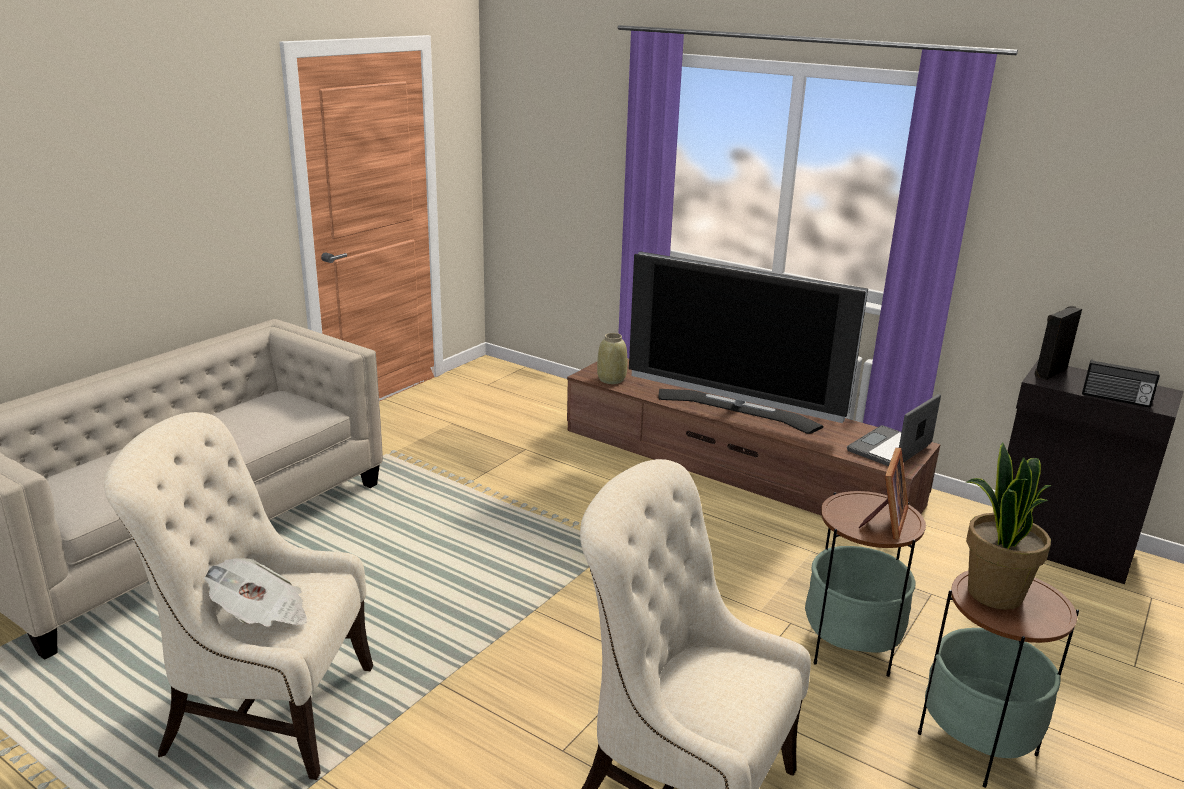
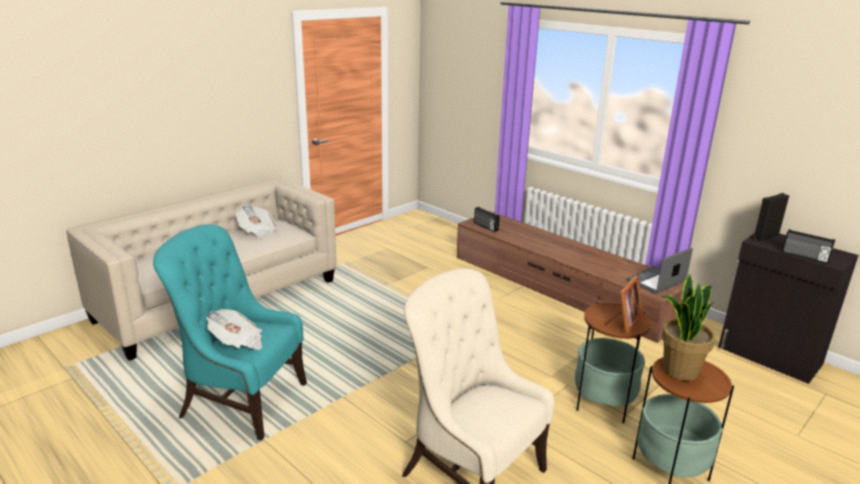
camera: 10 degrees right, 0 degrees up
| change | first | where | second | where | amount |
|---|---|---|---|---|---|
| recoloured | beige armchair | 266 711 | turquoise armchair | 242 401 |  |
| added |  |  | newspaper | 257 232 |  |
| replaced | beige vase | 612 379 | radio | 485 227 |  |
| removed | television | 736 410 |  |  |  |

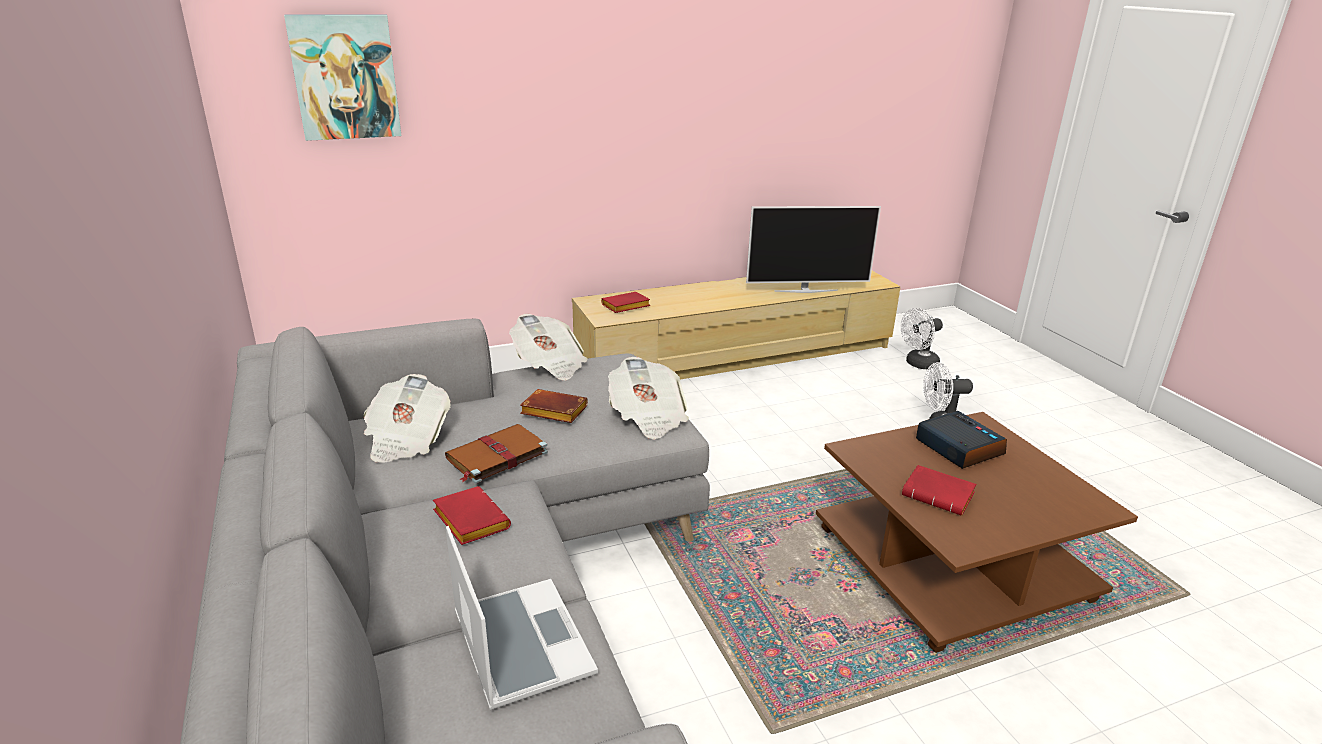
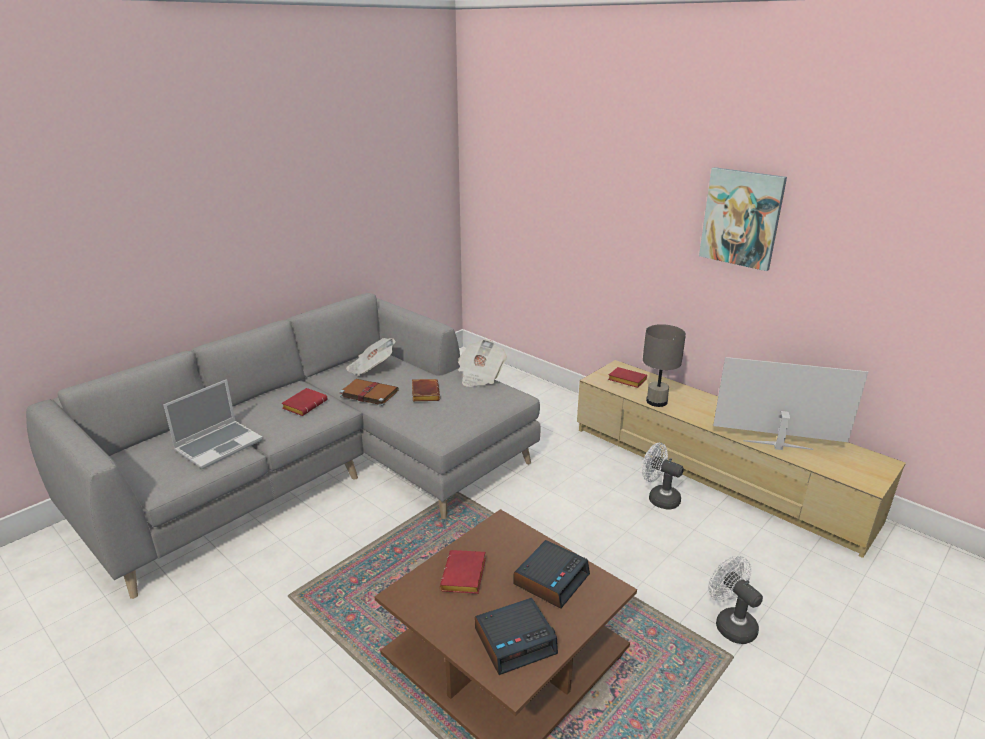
camera: 65 degrees right, 0 degrees up
| change | first | where | second | where | amount |
|---|---|---|---|---|---|
| added |  |  | alarm clock | 515 640 |  |
| moved | white fan | 918 364 |  | 659 498 |  |
| added |  |  | grey table lamp | 656 401 |  |
| moved | picture | 345 77 |  | 741 218 |  |
| turned | television | 805 290 |  | 777 446 | 135 degrees clockwise |
| removed | newspaper | 648 417 |  |  |  |

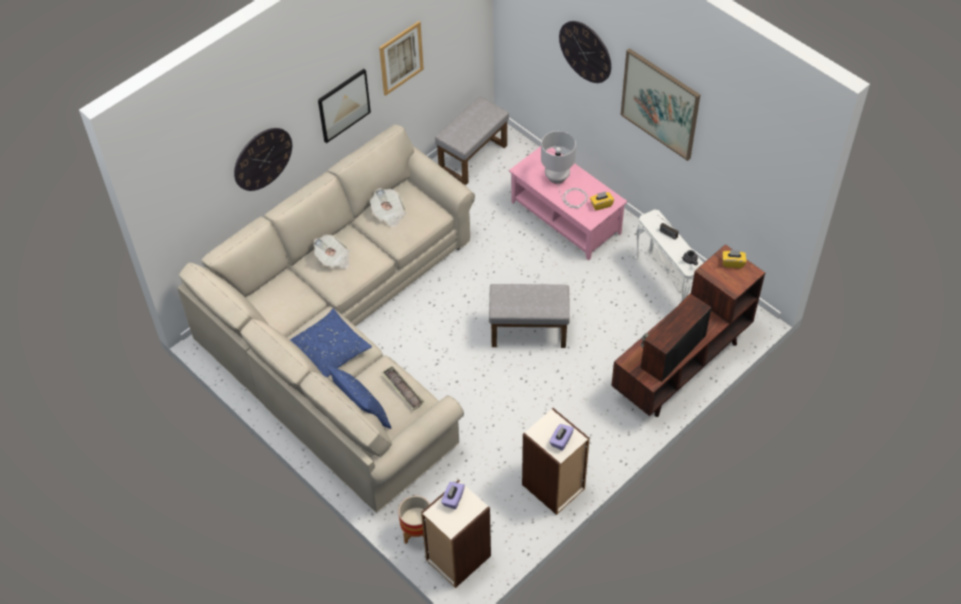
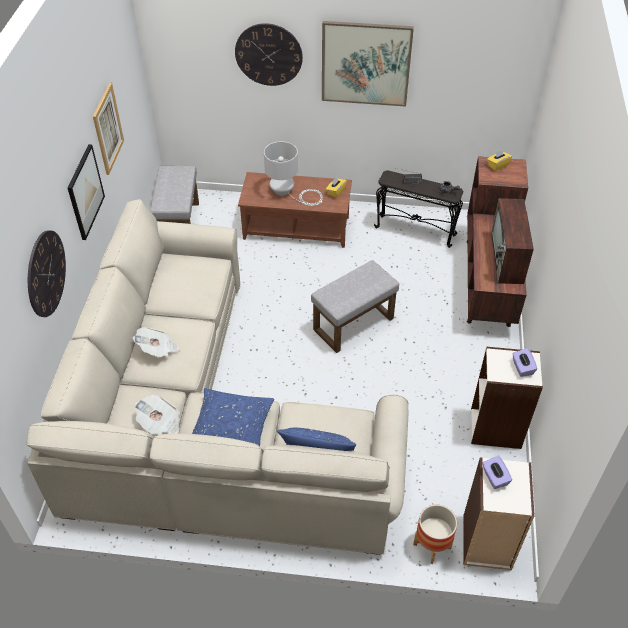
camera: 40 degrees left, 5 degrees down
| change | first | where | second | where | amount |
|---|---|---|---|---|---|
| moved | newspaper | 389 214 |  | 160 423 |  |
| recoloured | pink coffee table | 565 218 | brown coffee table | 296 228 |  |
| recoloured | white side table | 666 282 | black side table | 415 231 |  |
| removed | tray | 403 390 |  |  |  |

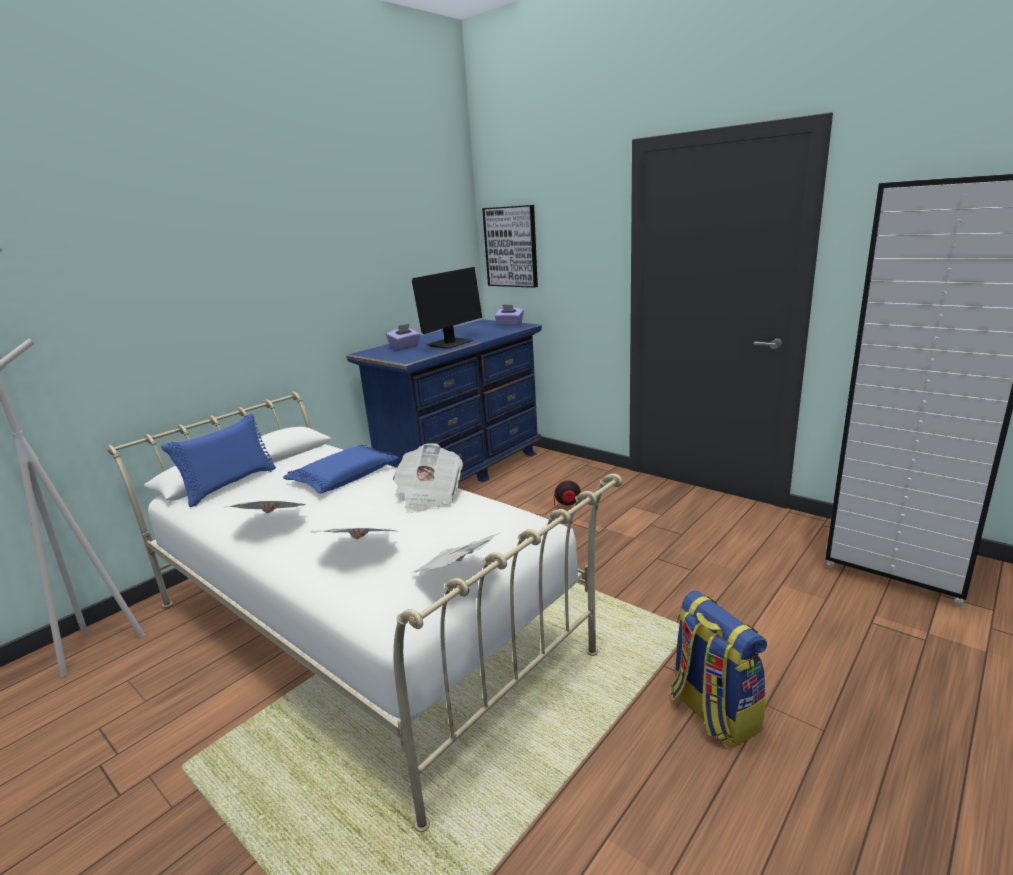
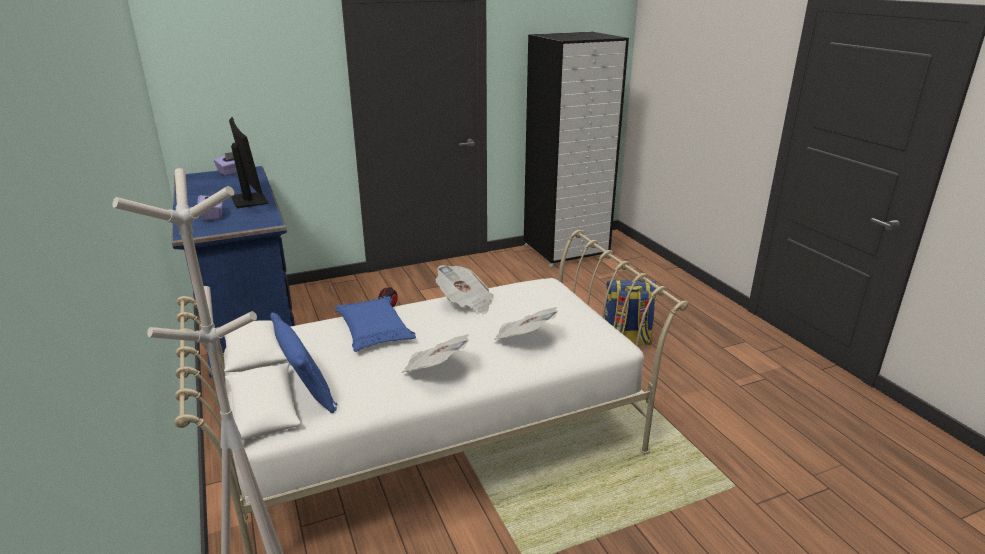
camera: 65 degrees left, 5 degrees up
| change | first | where | second | where | amount |
|---|---|---|---|---|---|
| removed | newspaper | 457 574 |  |  |  |
| removed | picture | 511 247 |  |  |  |

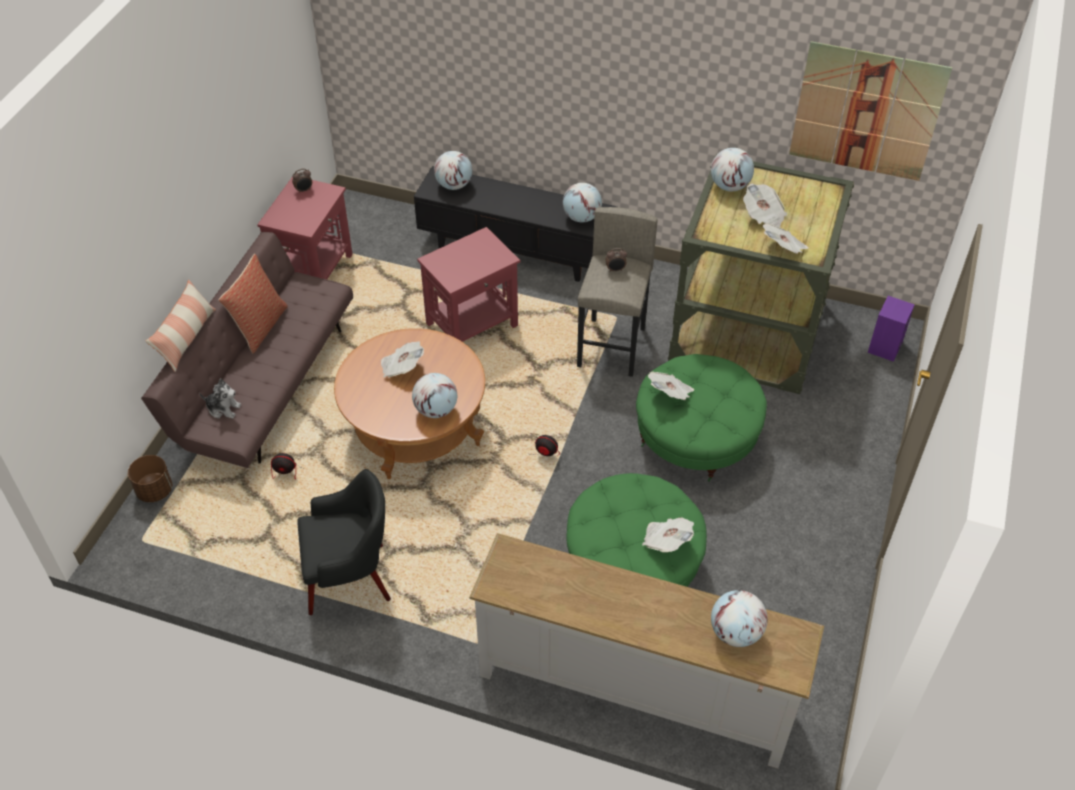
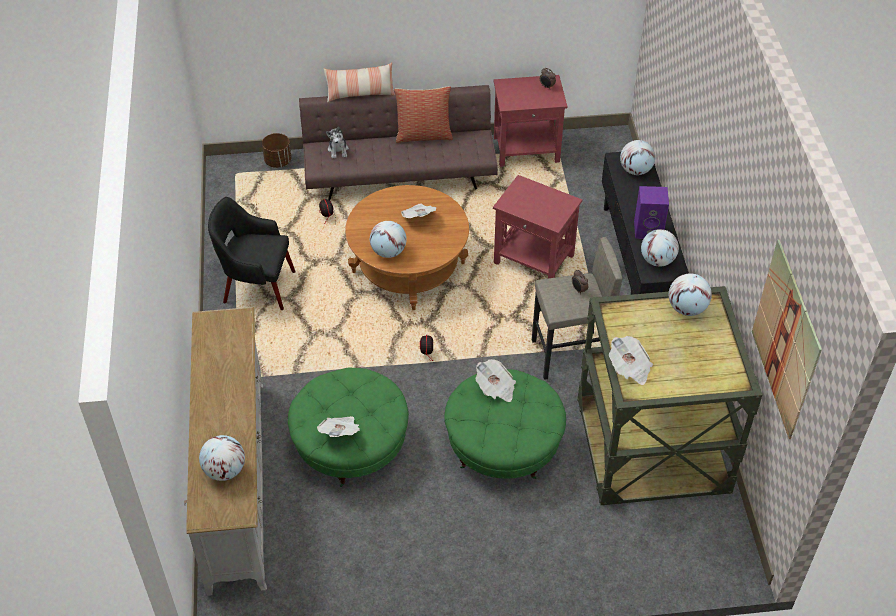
camera: 65 degrees right, 0 degrees up
| change | first | where | second | where | amount |
|---|---|---|---|---|---|
| turned | black armchair | 350 578 |  | 257 287 | 135 degrees clockwise |
| moved | purple speaker | 884 346 |  | 649 229 |  |
| removed | newspaper | 763 216 |  |  |  |

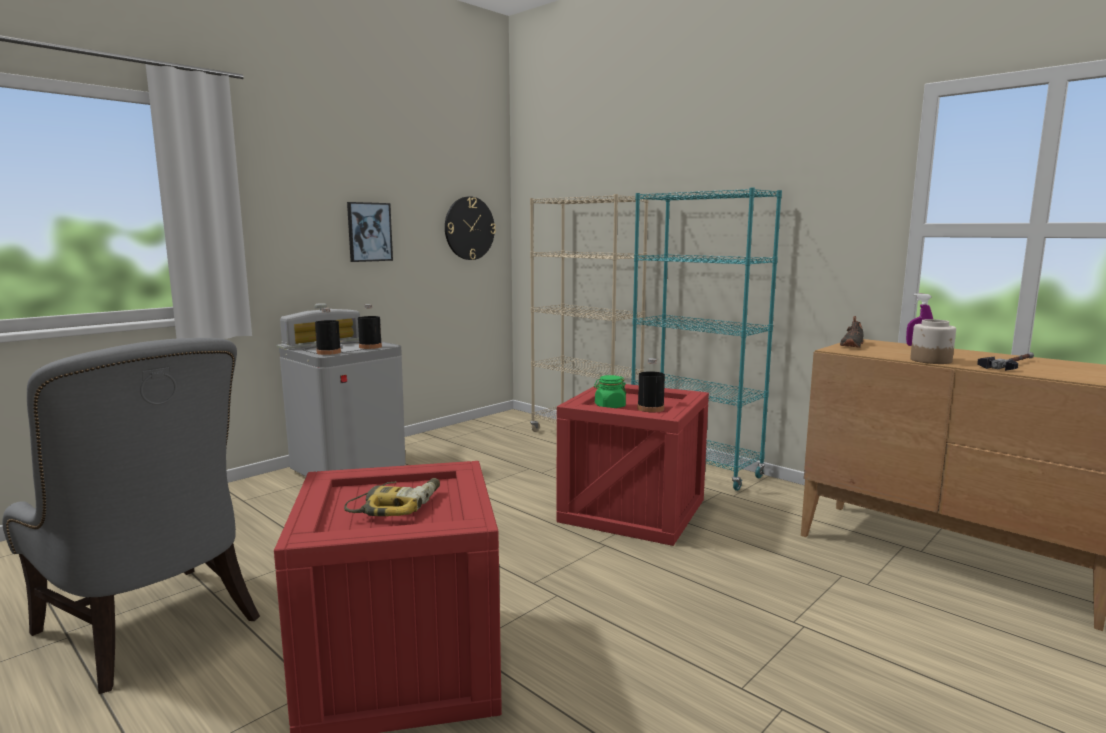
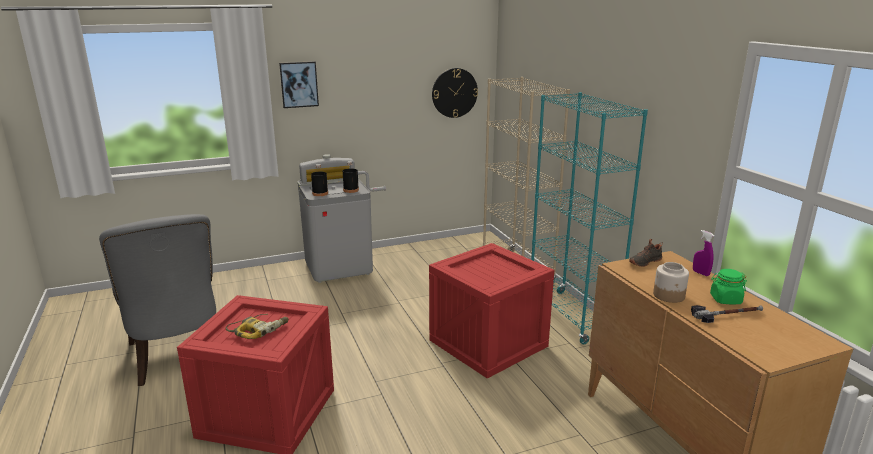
camera: 25 degrees right, 10 degrees up
| change | first | where | second | where | amount |
|---|---|---|---|---|---|
| moved | picture | 369 232 |  | 299 84 |  |
| moved | green jar | 609 406 |  | 725 299 |  |
| removed | black bottle | 650 408 |  |  |  |

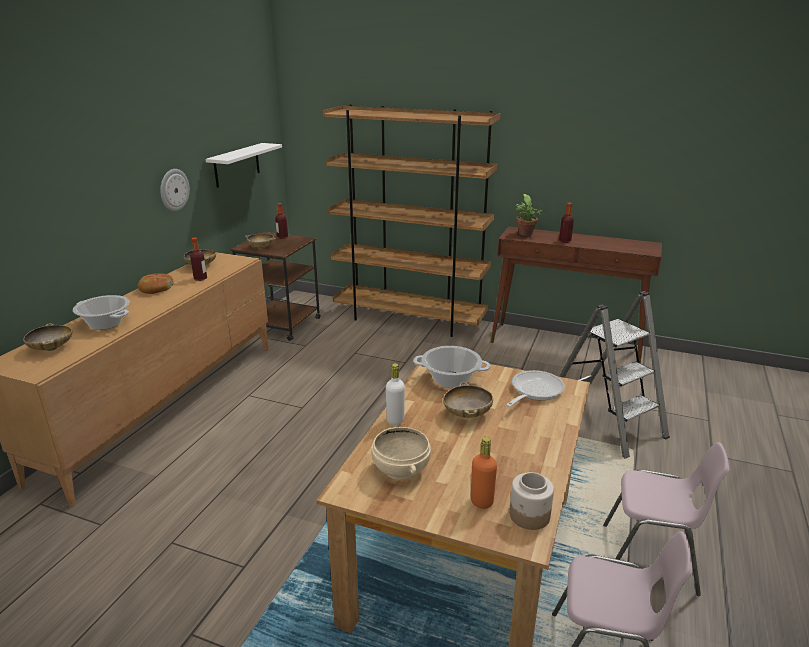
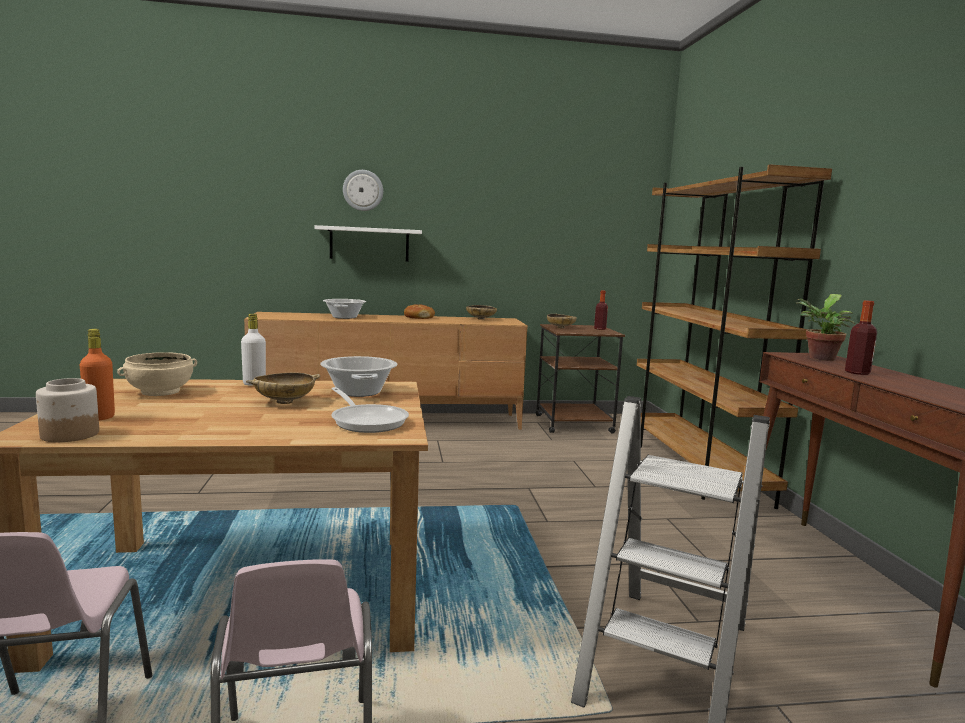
camera: 60 degrees right, 15 degrees down
| change | first | where | second | where | amount |
|---|---|---|---|---|---|
| moved | white shelf | 237 165 |  | 369 244 |  |
| turned | frying pan | 534 391 |  | 367 421 | 45 degrees clockwise |
| moved | wall clock | 174 189 |  | 363 190 |  |
| removed | beige bowl | 52 348 |  |  |  |
| removed | bottle | 200 278 |  |  |  |

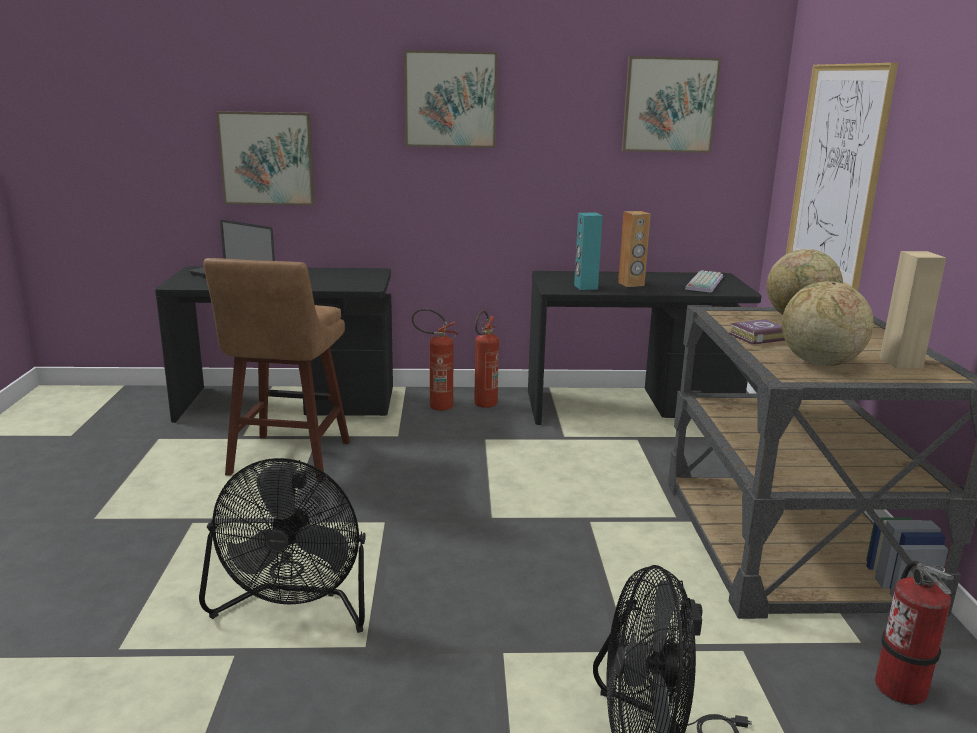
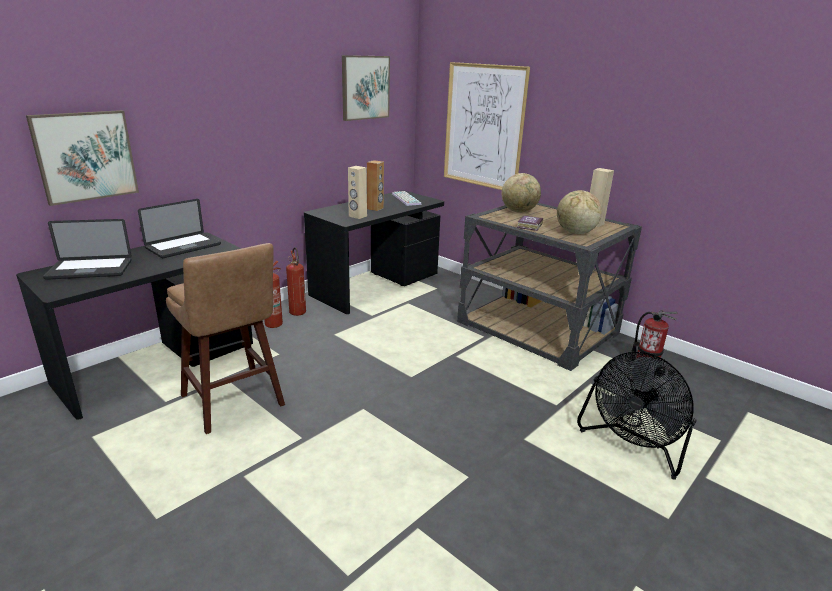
camera: 45 degrees left, 5 degrees up
| change | first | where | second | where | amount |
|---|---|---|---|---|---|
| added |  |  | laptop | 183 246 |  |
| recoloured | turquoise speaker | 585 287 | beige speaker | 357 216 |  |
| removed | black fan | 291 604 |  |  |  |
| removed | picture | 450 99 |  |  |  |

